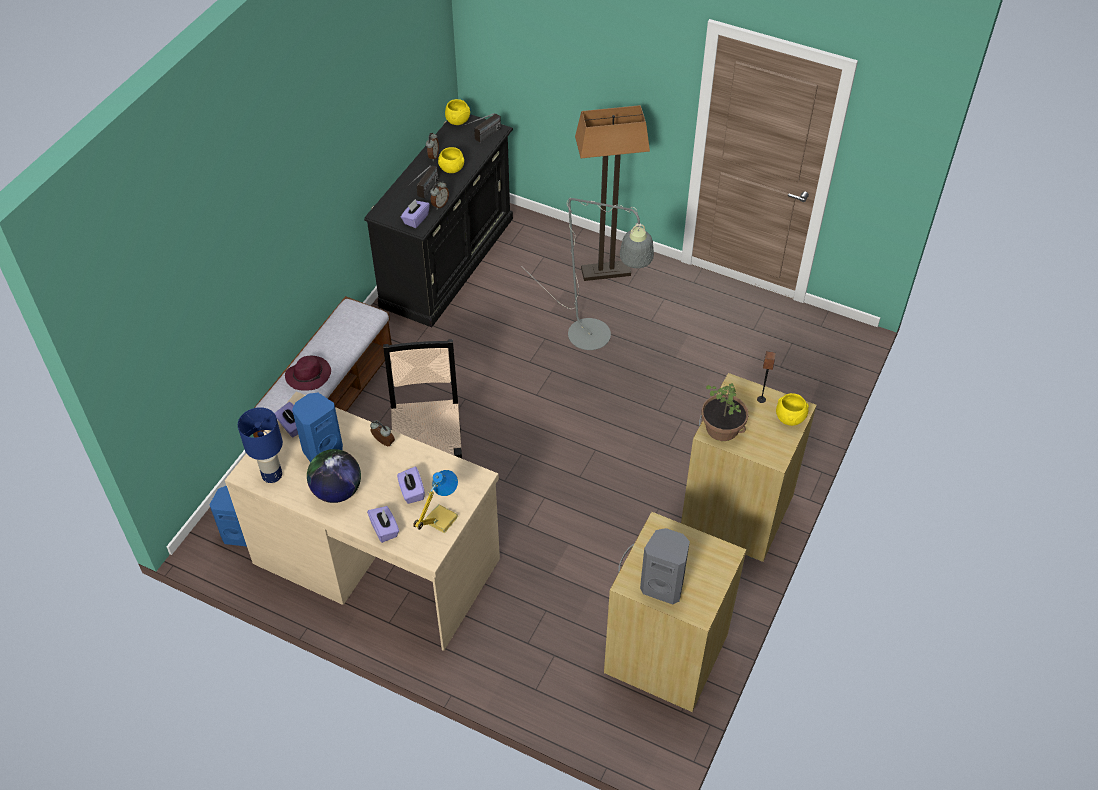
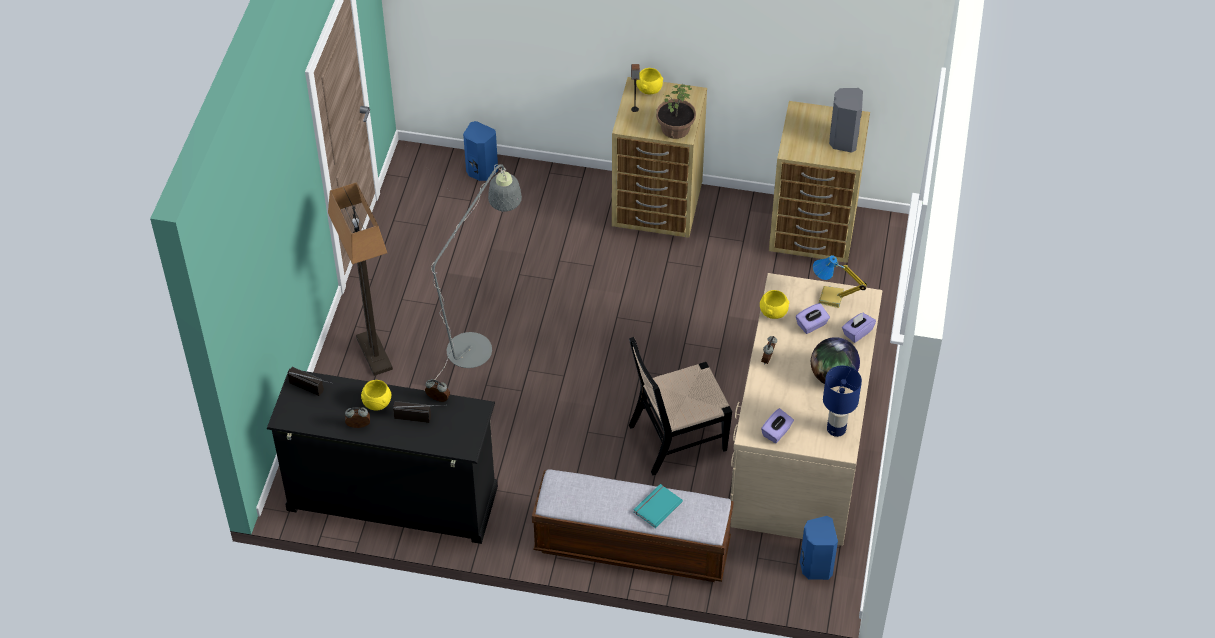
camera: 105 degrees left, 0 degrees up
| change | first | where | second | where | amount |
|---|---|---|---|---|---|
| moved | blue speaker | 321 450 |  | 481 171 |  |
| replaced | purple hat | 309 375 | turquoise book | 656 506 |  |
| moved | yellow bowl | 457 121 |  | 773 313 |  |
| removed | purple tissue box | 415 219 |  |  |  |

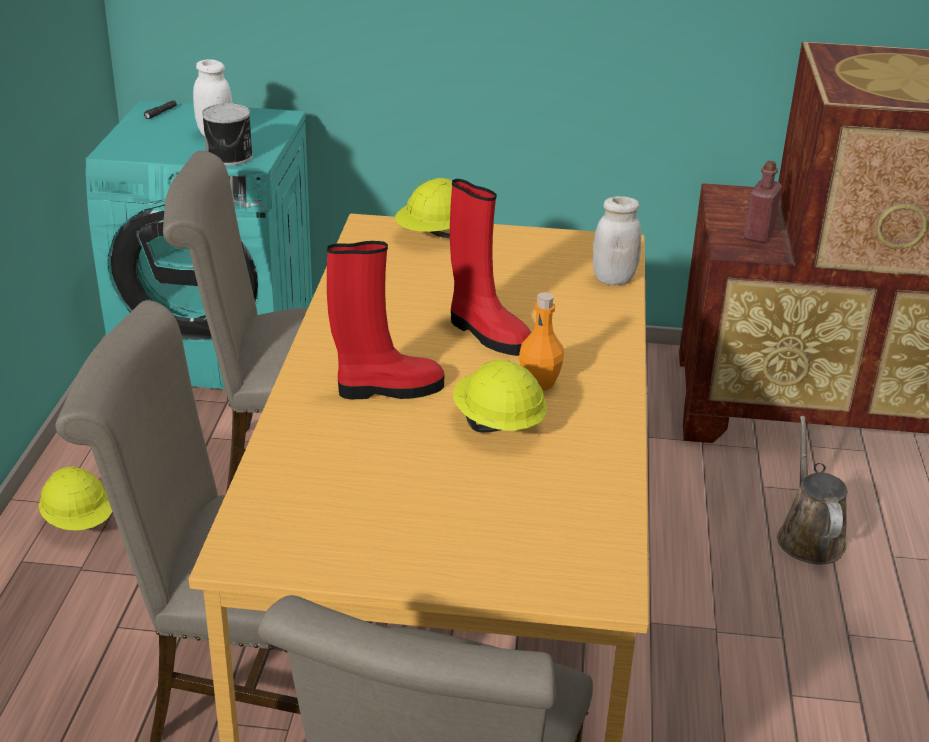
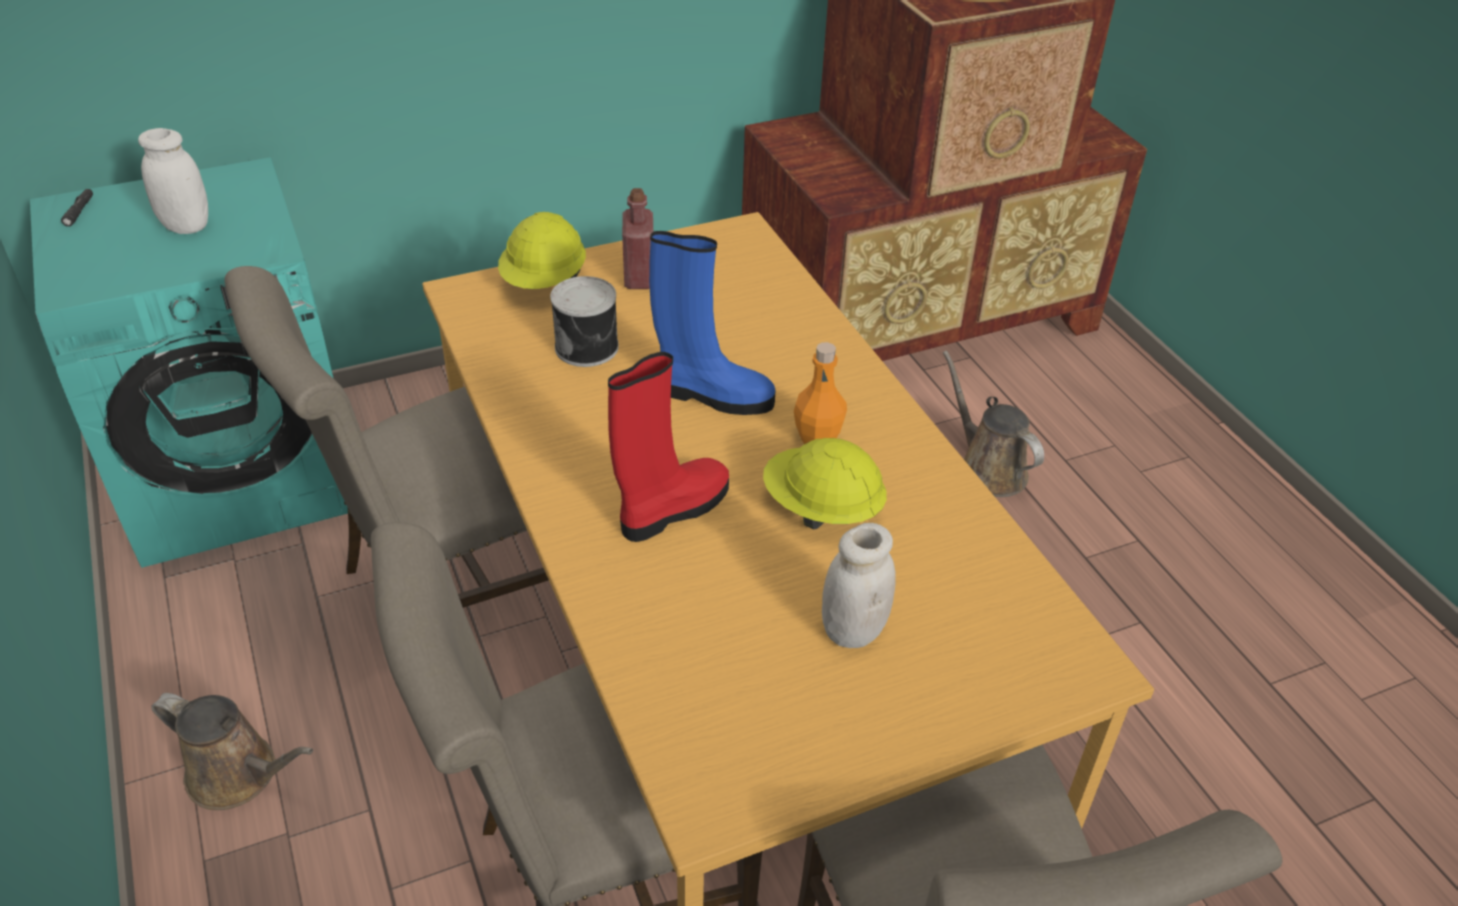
camera: 30 degrees left, 10 degrees up
| change | first | where | second | where | amount |
|---|---|---|---|---|---|
| replaced | yellow hard hat | 80 522 | brown watering can | 239 775 |  |
| moved | can | 230 156 |  | 588 347 |  |
| moved | red bottle | 758 235 |  | 639 278 |  |
| recoloured | red boot | 487 334 | blue boot | 712 395 |  |
| moved | white jar | 613 279 |  | 853 630 |  |

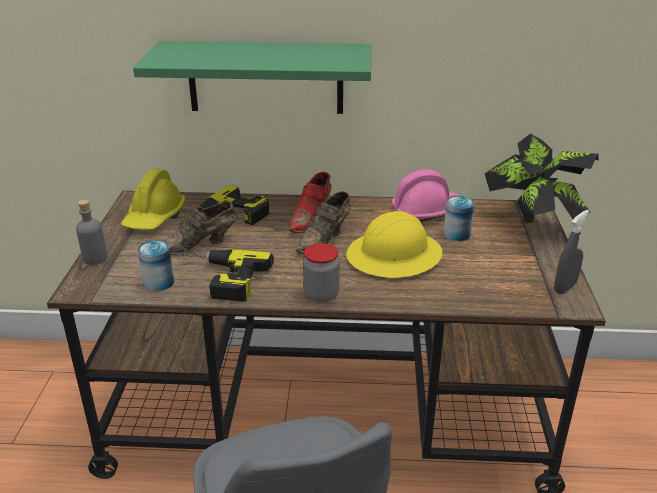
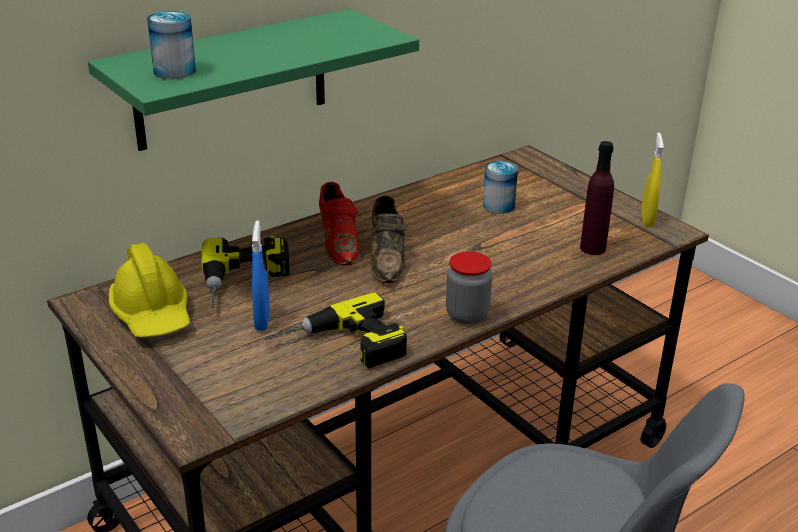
camera: 40 degrees left, 0 degrees up
| change | first | where | second | where | amount |
|---|---|---|---|---|---|
| moved | can | 158 282 |  | 174 71 |  |
| replaced | brown shoe | 201 245 | blue spray bottle | 262 321 |  |
| added |  |  | purple bottle | 592 248 |  |
| recoloured | grey spray bottle | 565 288 | yellow spray bottle | 647 219 |  |
| removed | grey bottle | 95 258 |  |  |  |
| removed | yellow hard hat | 394 256 |  |  |  |
| removed | pink hard hat | 428 211 |  |  |  |
| removed | potted plant | 532 227 |  |  |  |

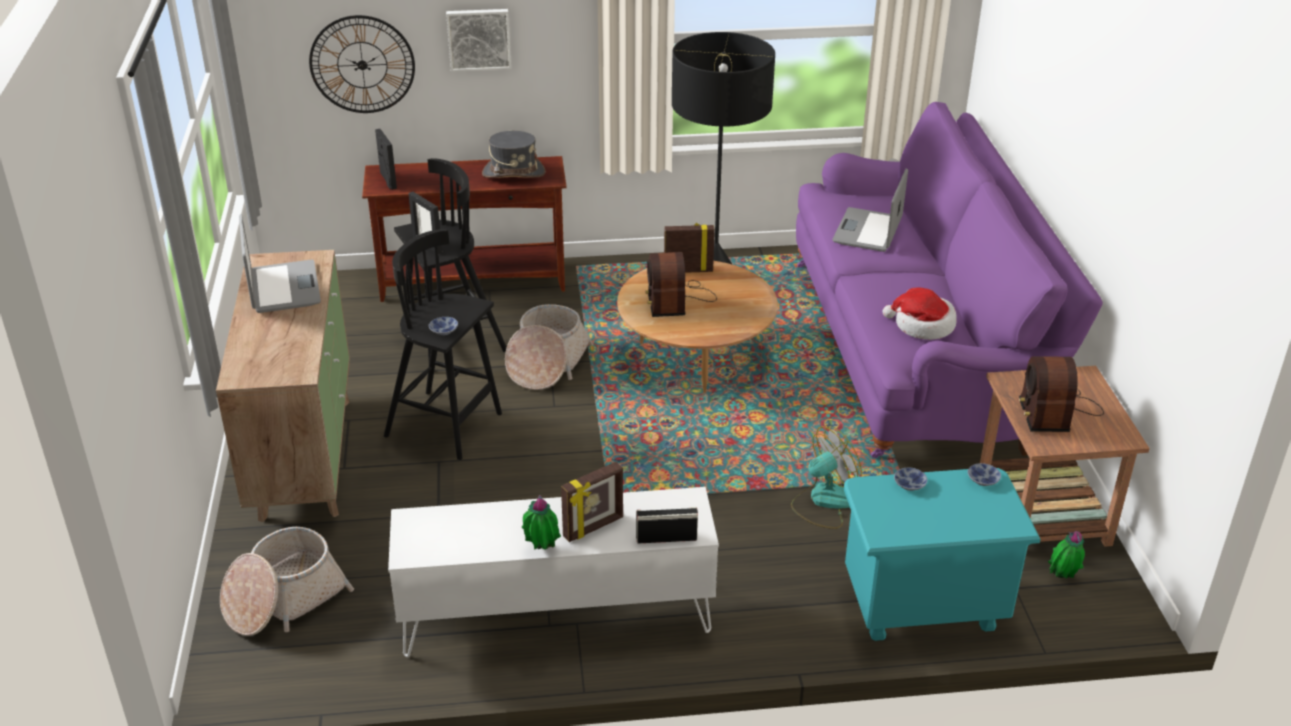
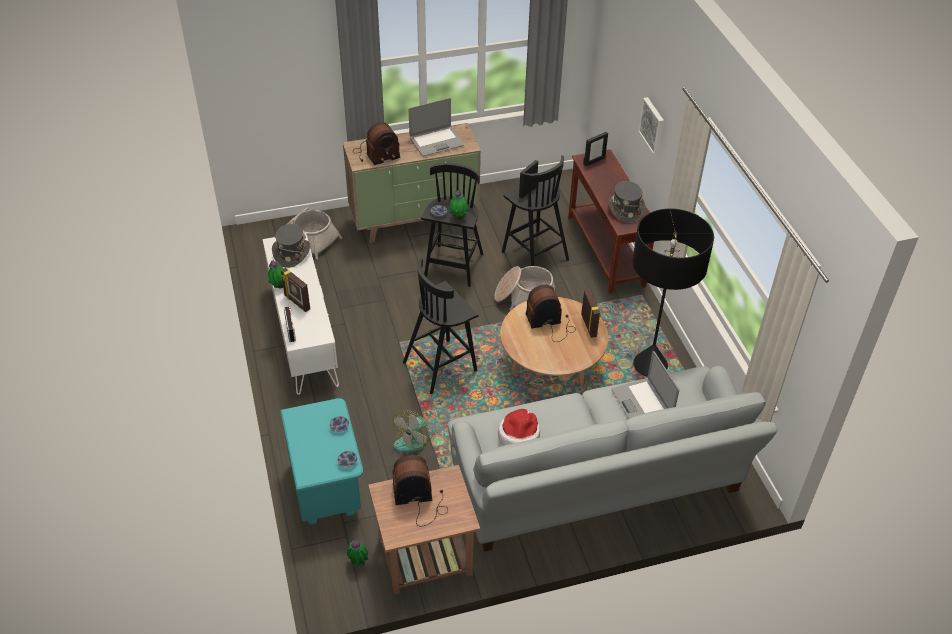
camera: 80 degrees right, 10 degrees up
| change | first | where | second | where | amount |
|---|---|---|---|---|---|
| added |  |  | grey hat | 291 253 |  |
| added |  |  | radio | 375 154 |  |
| turned | fan | 824 501 |  | 414 439 | 75 degrees clockwise |
| added |  |  | black stool | 442 365 |  |
| recoloured | purple sofa | 916 350 | grey sofa | 597 486 |  |
| added |  |  | potted plant | 458 218 |  |
| turned | laptop | 868 231 |  | 642 404 | 120 degrees counterclockwise |
| removed | wall clock | 362 64 |  |  |  |

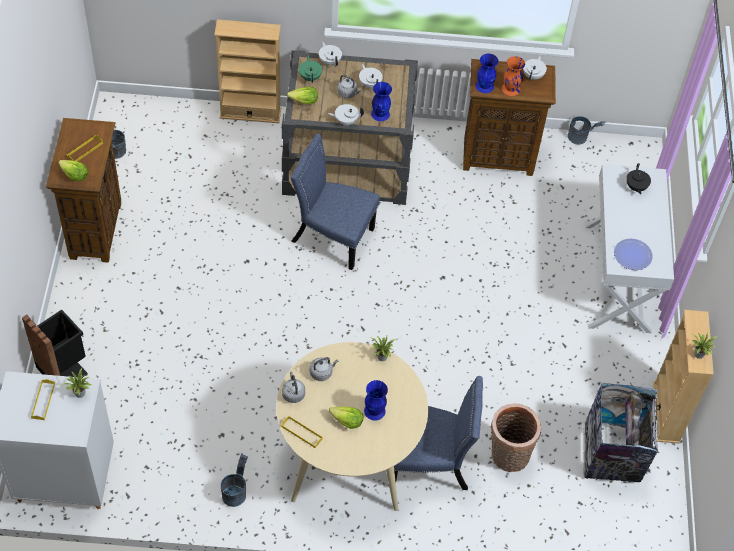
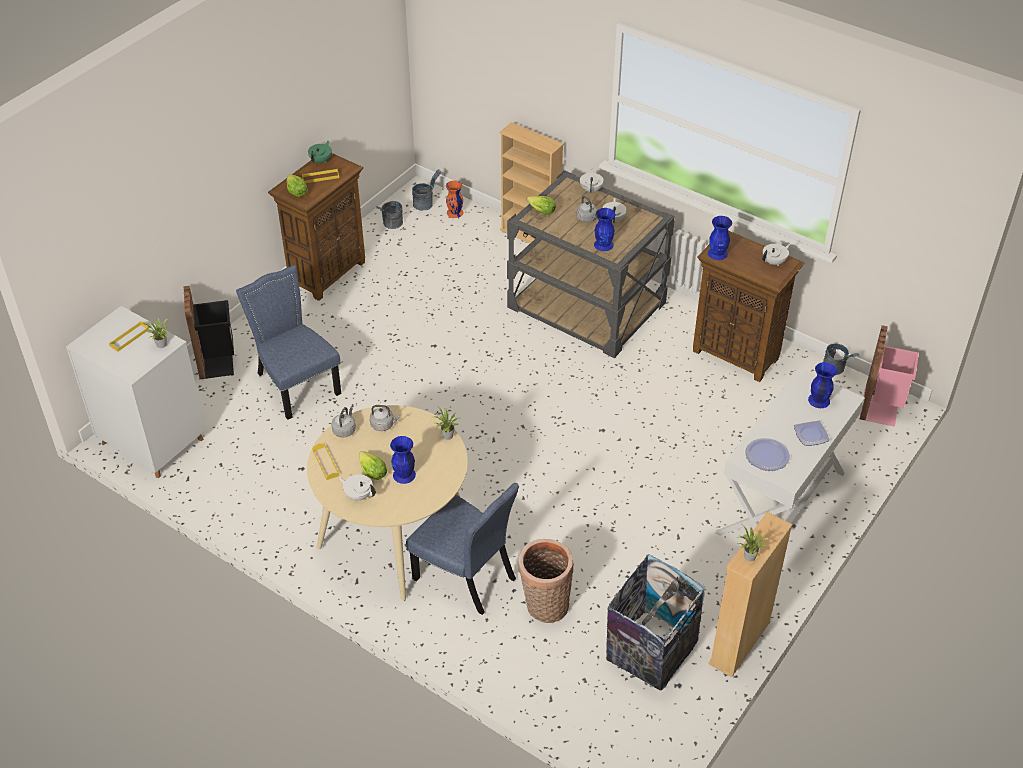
camera: 35 degrees right, 10 degrees down
| change | first | where | second | where | amount |
|---|---|---|---|---|---|
| moved | blue chair | 333 237 |  | 297 386 |  |
| moved | green teapot | 310 77 |  | 321 160 |  |
| moved | white teapot | 346 121 |  | 358 495 |  |
| moved | grey bucket | 235 492 |  | 426 203 |  |
| moved | orange vase | 510 89 |  | 454 212 |  |
| added |  |  | plate | 810 435 |  |
| replaced | black teapot | 635 187 | blue vase | 818 400 |  |
| added |  |  | pink trash can | 881 409 |  |

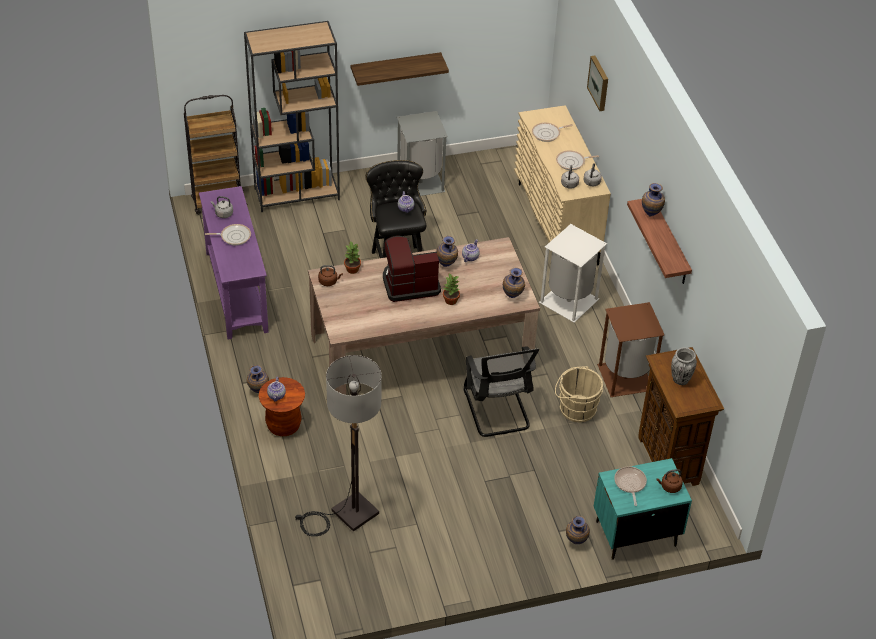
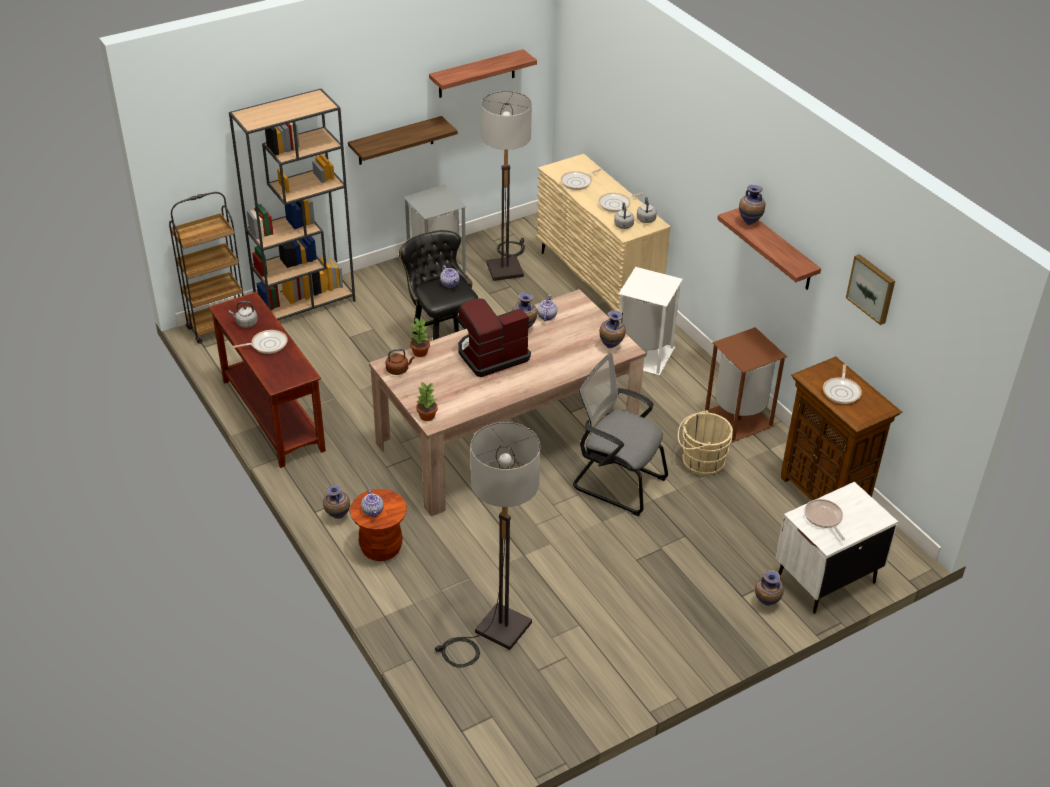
camera: 15 degrees left, 5 degrees down
| change | first | where | second | where | amount |
|---|---|---|---|---|---|
| recoloured | purple console table | 236 292 | brown console table | 272 415 |  |
| moved | potted plant | 451 301 |  | 427 416 |  |
| added |  |  | shelf | 476 74 |  |
| added |  |  | floor lamp | 507 264 |  |
| turned | chair | 496 411 |  | 616 482 | 150 degrees clockwise |
| recoloured | turquoise nightstand | 635 533 | white nightstand | 825 579 |  |
| replaced | vase | 680 380 | frying pan | 842 391 |  |
| moved | picture | 599 83 |  | 872 288 |  |
| removed | brown kettle | 669 487 |  |  |  |

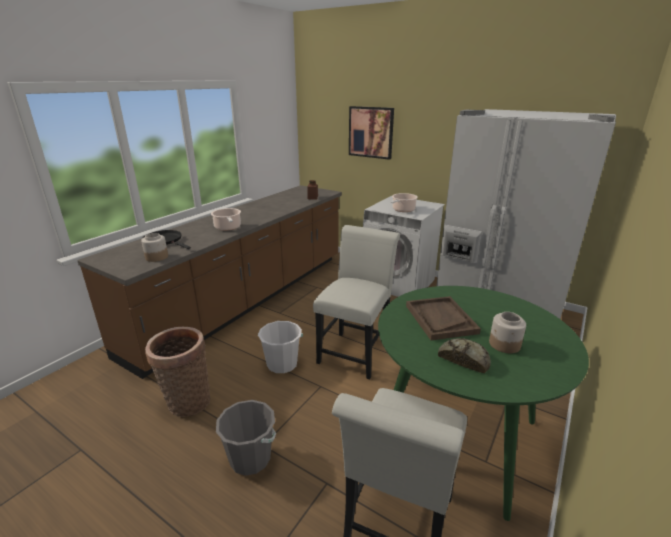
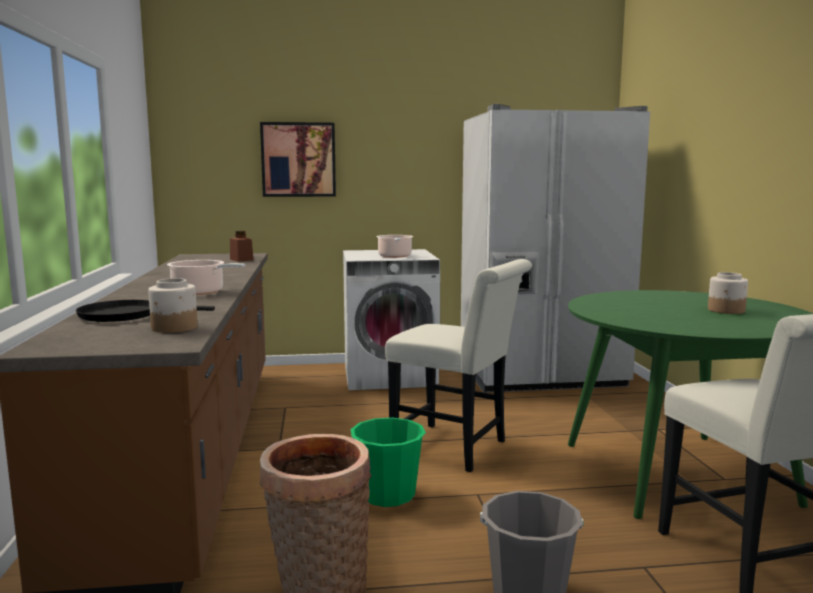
camera: 40 degrees left, 15 degrees down
| change | first | where | second | where | amount |
|---|---|---|---|---|---|
| recoloured | white bucket | 282 364 | green bucket | 388 495 |  |
| turned | white chair | 355 351 |  | 457 449 | 135 degrees clockwise |
| removed | brown tray | 440 319 |  |  |  |
| removed | bread | 464 358 |  |  |  |

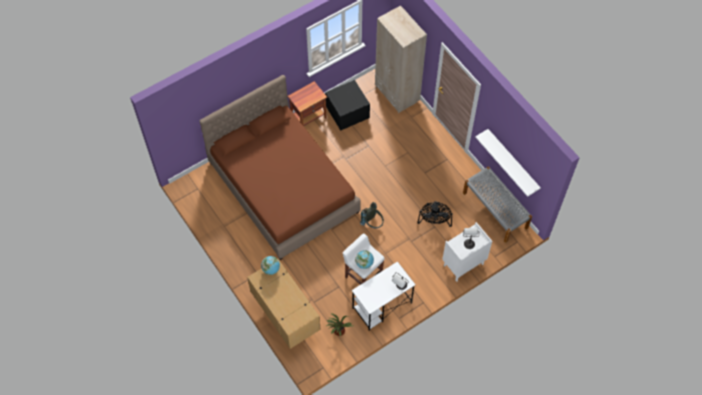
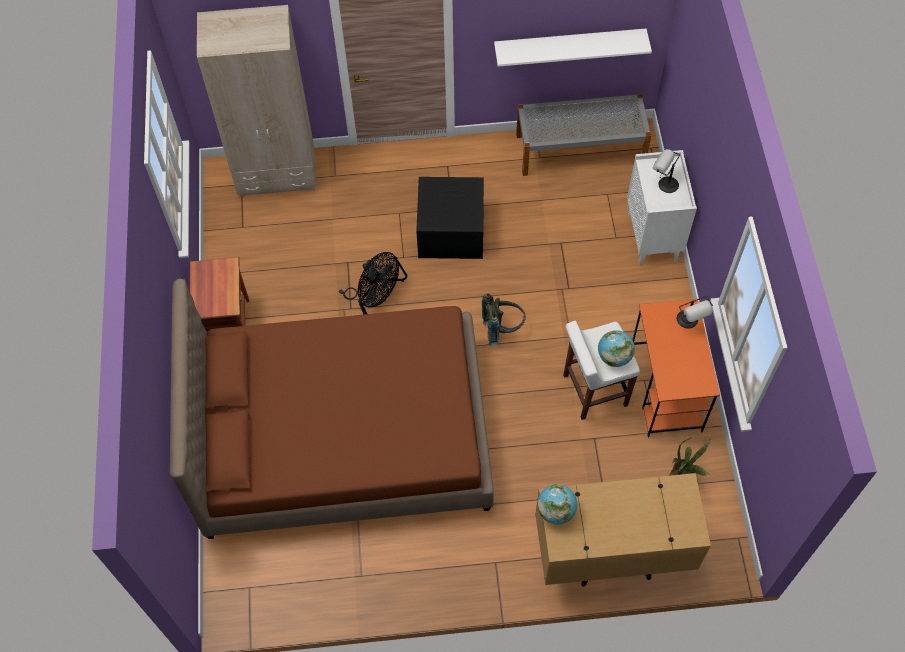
camera: 60 degrees left, 0 degrees up
| change | first | where | second | where | amount |
|---|---|---|---|---|---|
| moved | black fan | 433 219 |  | 374 297 |  |
| moved | black storage box | 346 111 |  | 450 232 |  |
| recoloured | white desk | 381 306 | orange desk | 666 389 |  |

